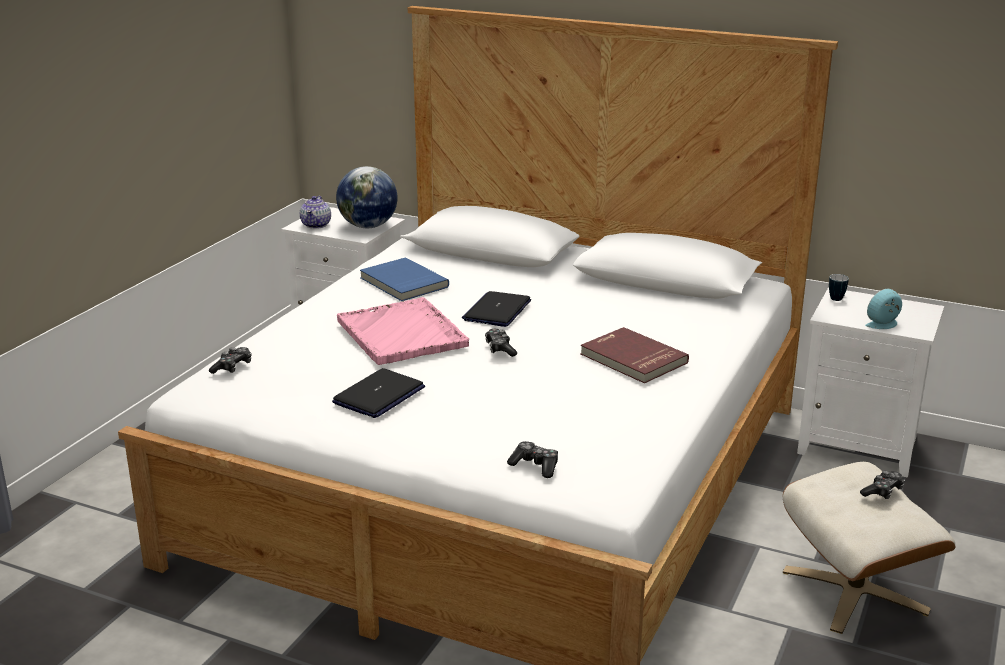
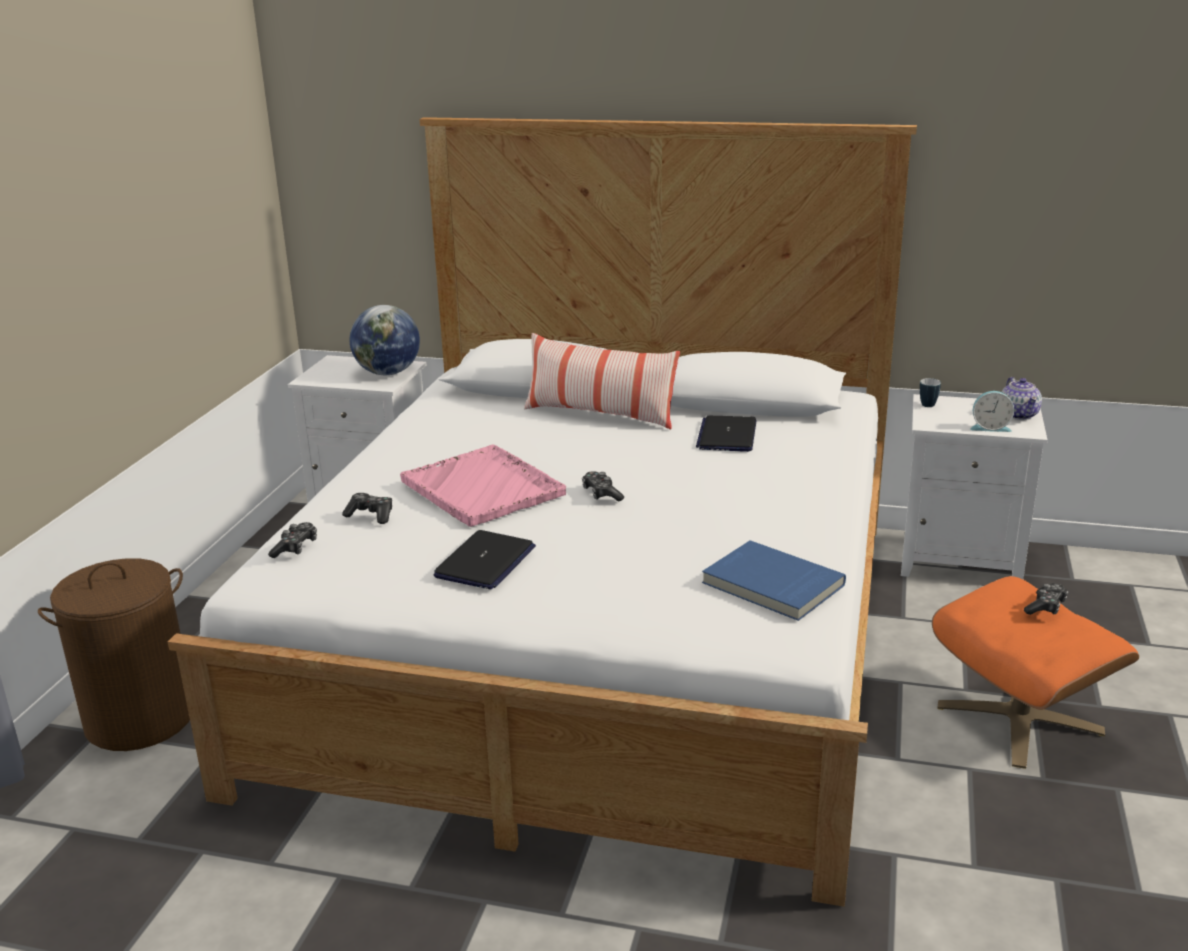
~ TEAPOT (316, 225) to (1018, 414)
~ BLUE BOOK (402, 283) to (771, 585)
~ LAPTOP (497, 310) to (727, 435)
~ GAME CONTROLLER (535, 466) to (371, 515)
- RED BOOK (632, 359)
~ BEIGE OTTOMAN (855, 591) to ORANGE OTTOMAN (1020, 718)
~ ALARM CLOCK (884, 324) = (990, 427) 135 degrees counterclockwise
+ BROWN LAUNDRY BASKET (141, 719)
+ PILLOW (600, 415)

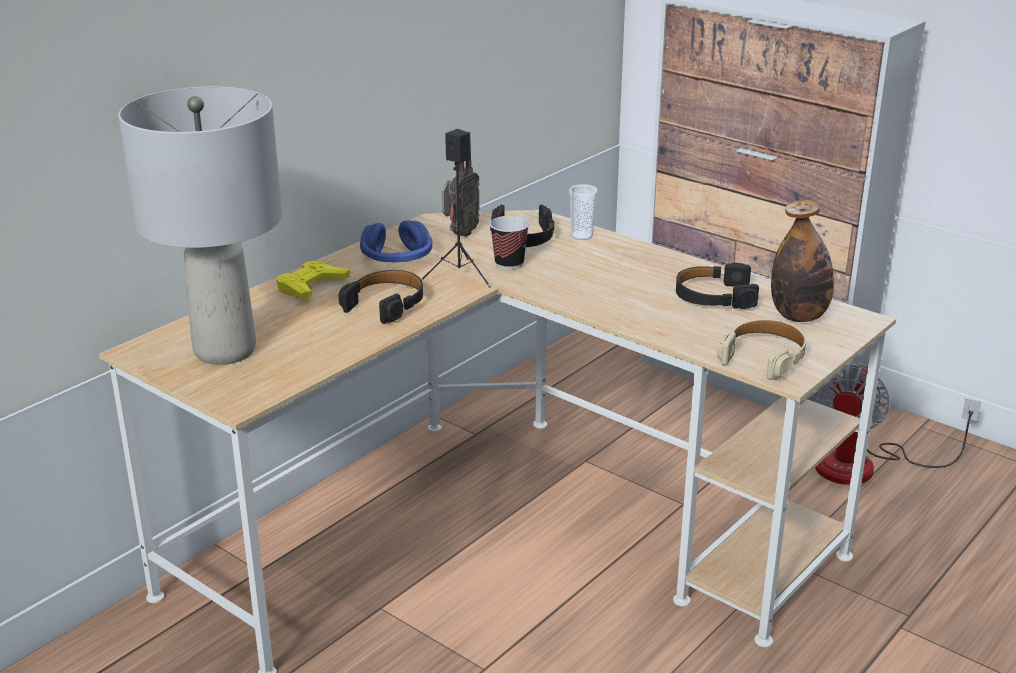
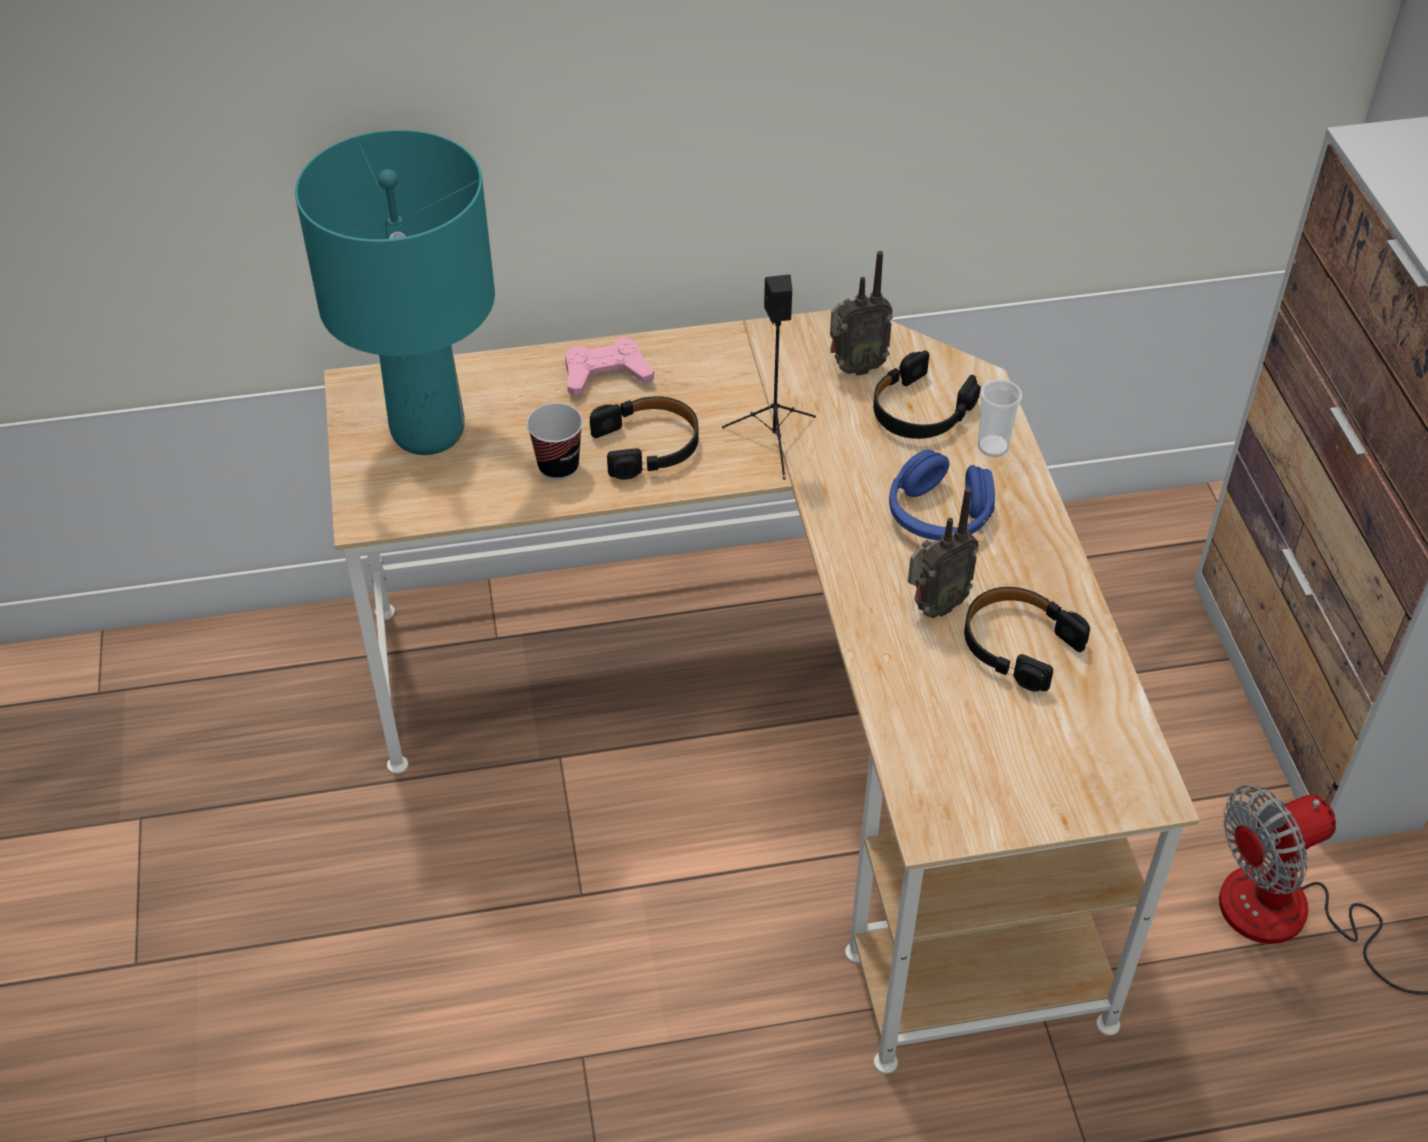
~ GREY TABLE LAMP (224, 351) to TURQUOISE TABLE LAMP (426, 431)
~ YELLOW GAME CONTROLLER (311, 286) to PINK GAME CONTROLLER (606, 374)
~ BLUE HEADPHONES (397, 258) to (938, 515)
~ CUP (509, 263) to (558, 467)
- BEIGE HEADPHONES (764, 357)
- BOTTLE (799, 316)
+ RADIO (934, 607)

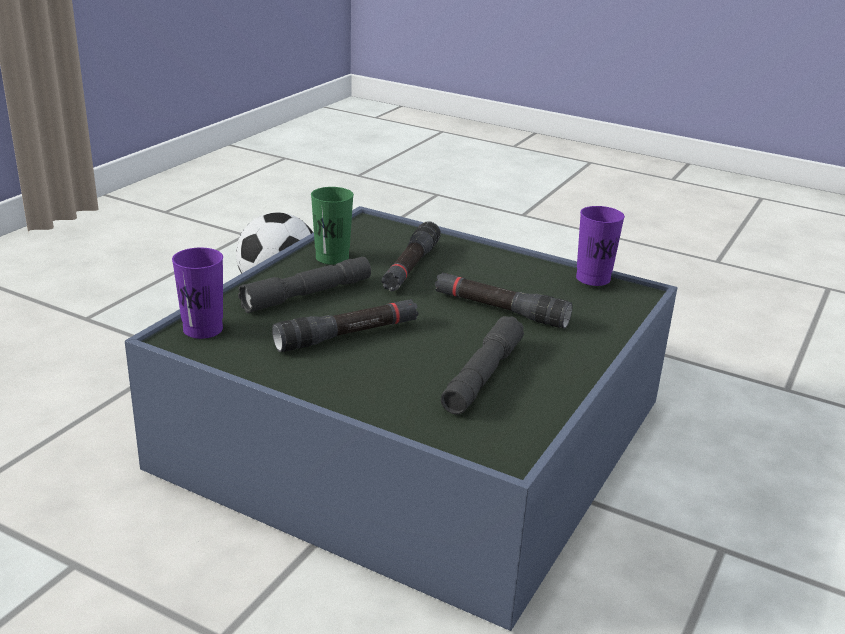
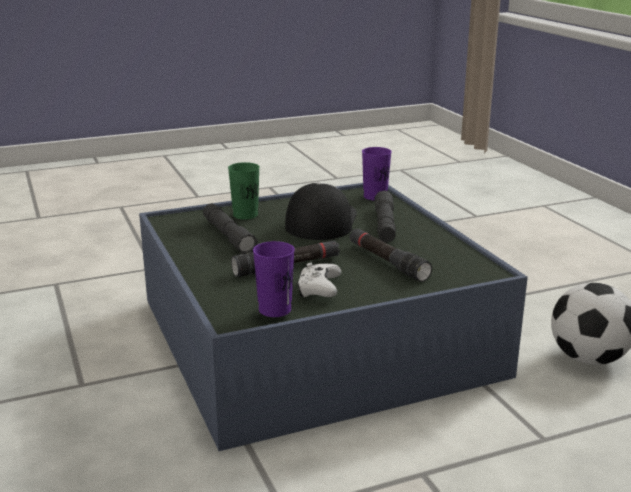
~ BLACK FLASHLIGHT (347, 335) to CAP (320, 221)
~ GREEN CUP (332, 257) to (245, 215)
+ WHITE GAME CONTROLLER (318, 290)

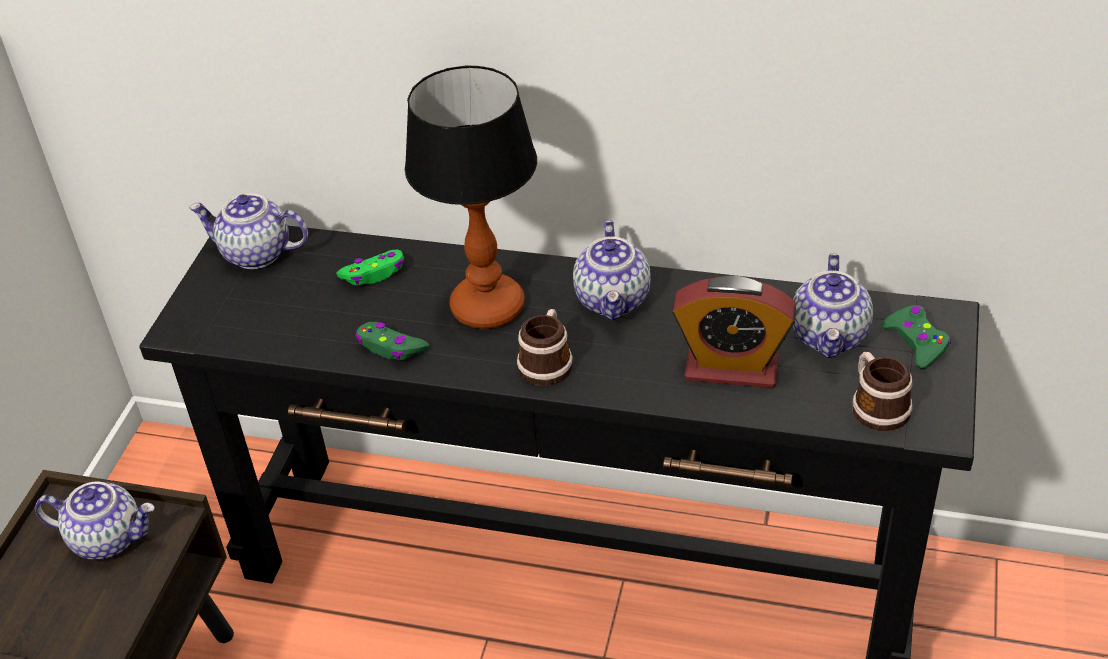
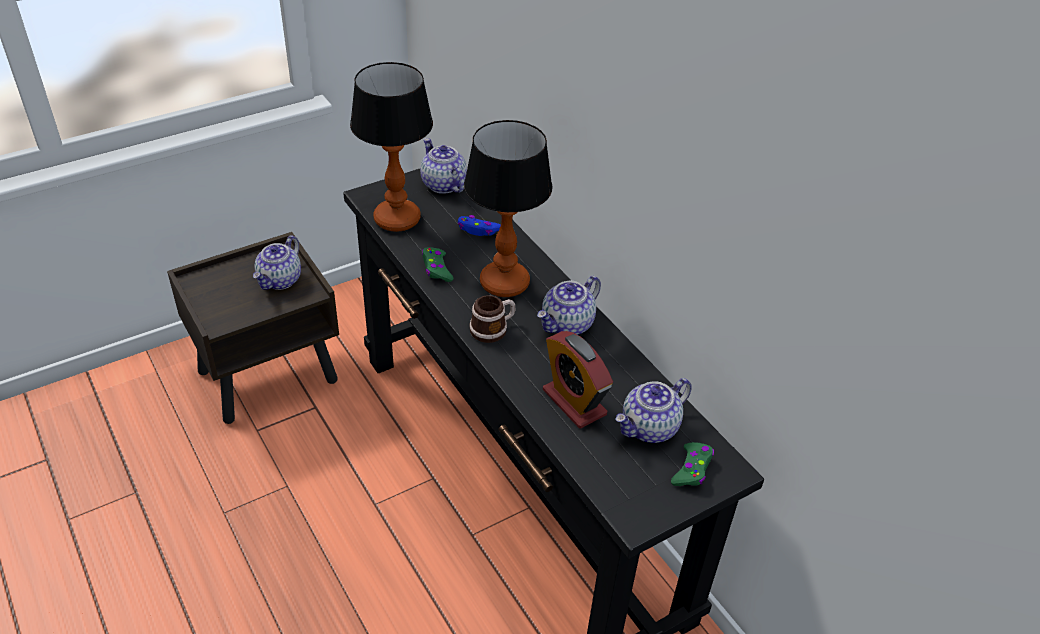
~ TEAPOT (108, 538) = (280, 280) 60 degrees clockwise
~ GREEN GAME CONTROLLER (374, 274) to BLUE GAME CONTROLLER (478, 230)
- MUG (876, 406)
+ TABLE LAMP (397, 219)

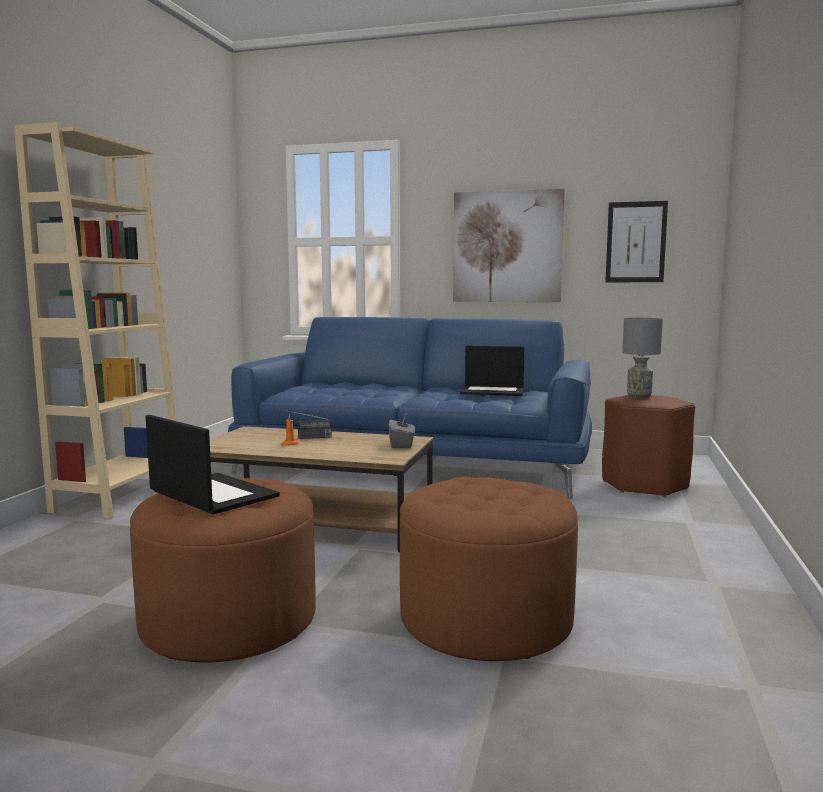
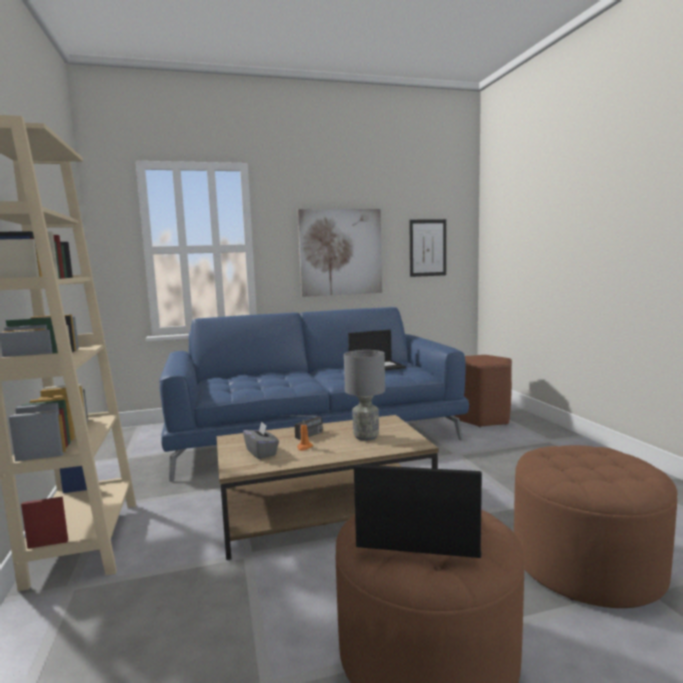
~ GREY TISSUE BOX (401, 444) to (262, 452)
~ GREY TABLE LAMP (639, 396) to (366, 436)

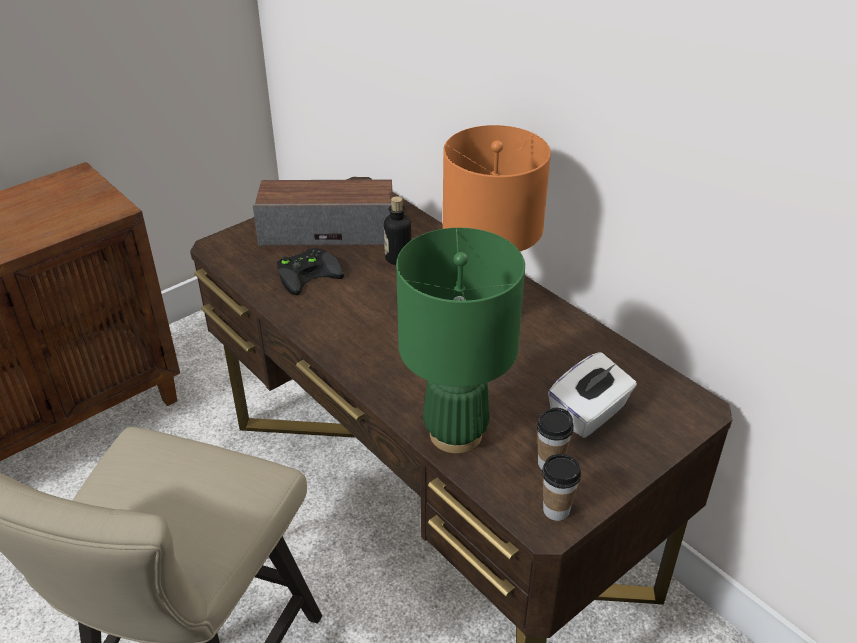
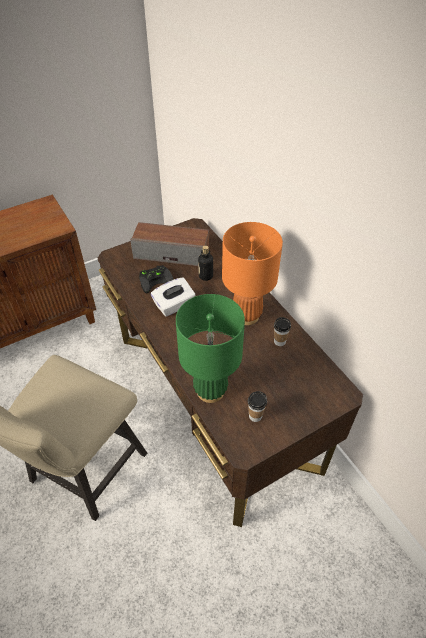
~ CUP (556, 510) to (279, 341)
~ WHITE TISSUE BOX (589, 414) to (174, 305)

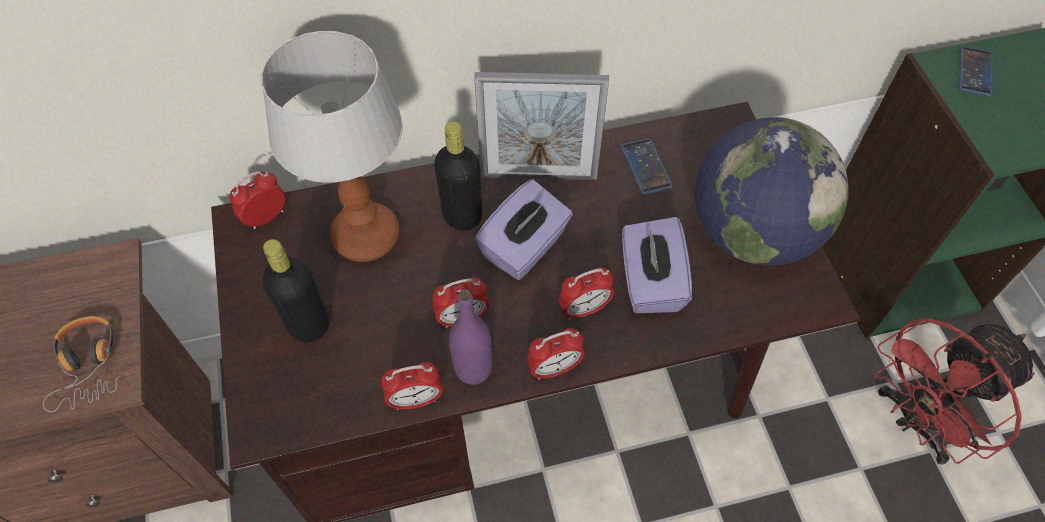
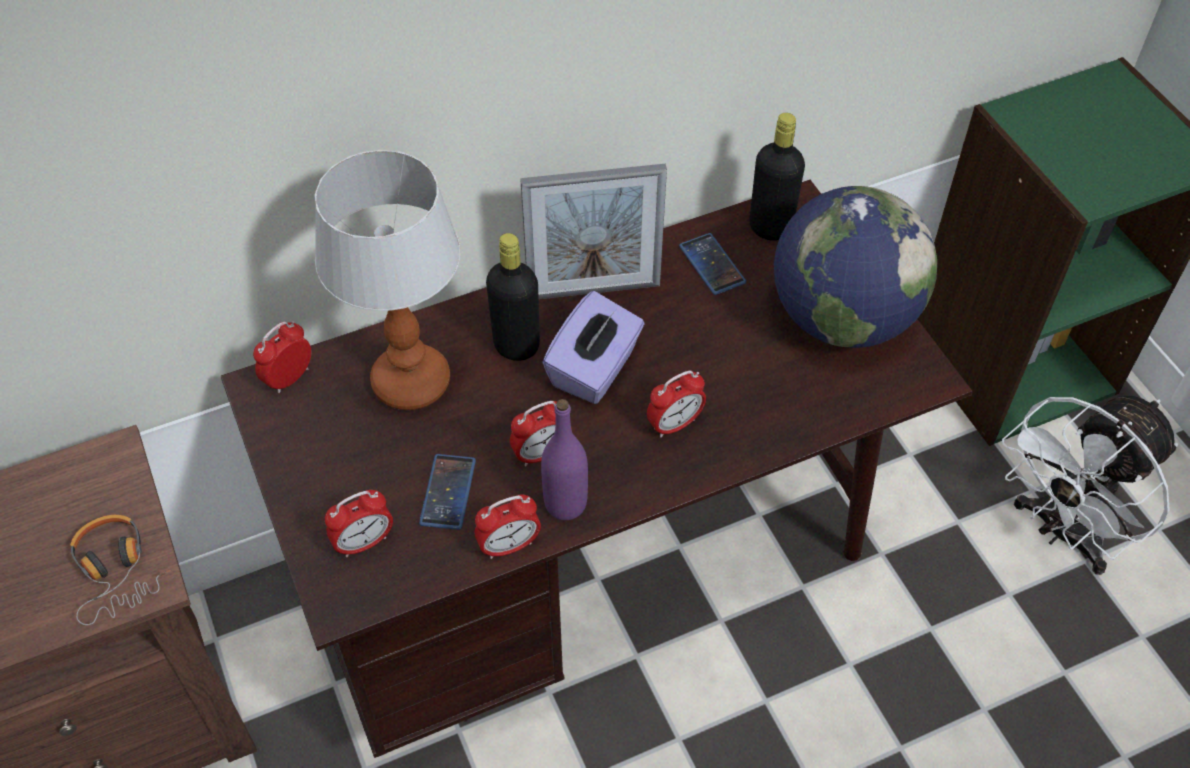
~ BLACK BOTTLE (308, 325) to (770, 227)
~ ALARM CLOCK (554, 368) to (364, 542)
- PURPLE TISSUE BOX (650, 282)
~ RED FAN (915, 422) to WHITE FAN (1062, 532)
~ PHONE (975, 72) to (448, 492)

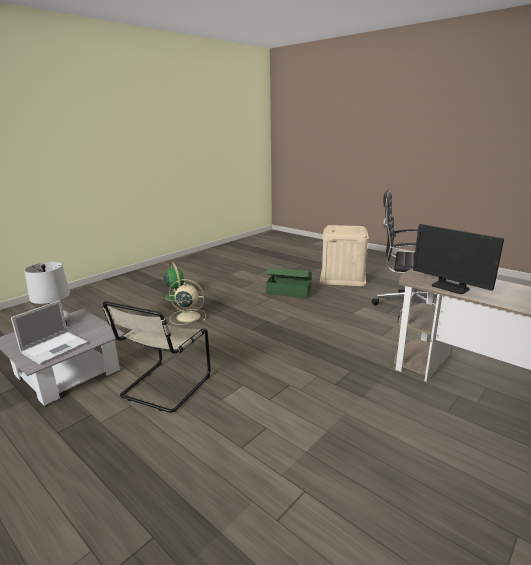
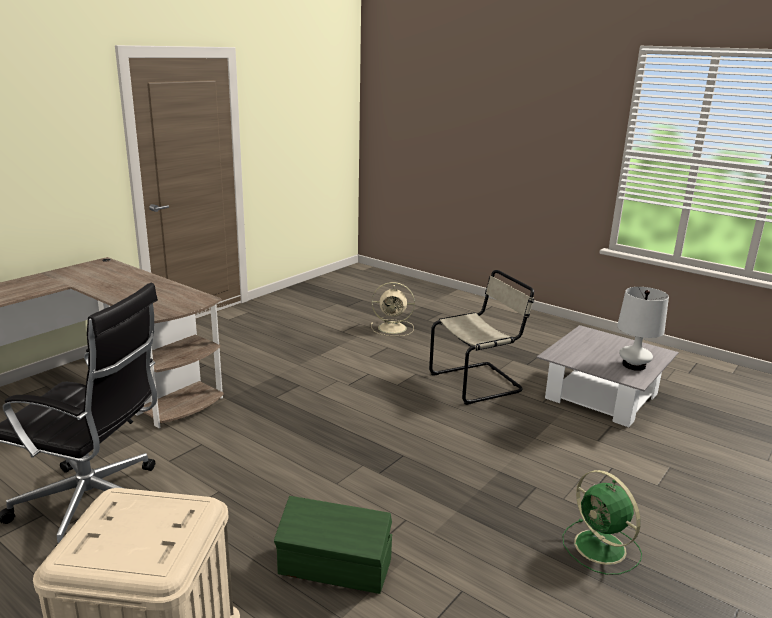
- LAPTOP (55, 347)
~ BEIGE CHAIR (164, 388) = (478, 382) 45 degrees clockwise
~ BEIGE FAN (187, 317) to (393, 328)
- MONITOR (450, 287)

